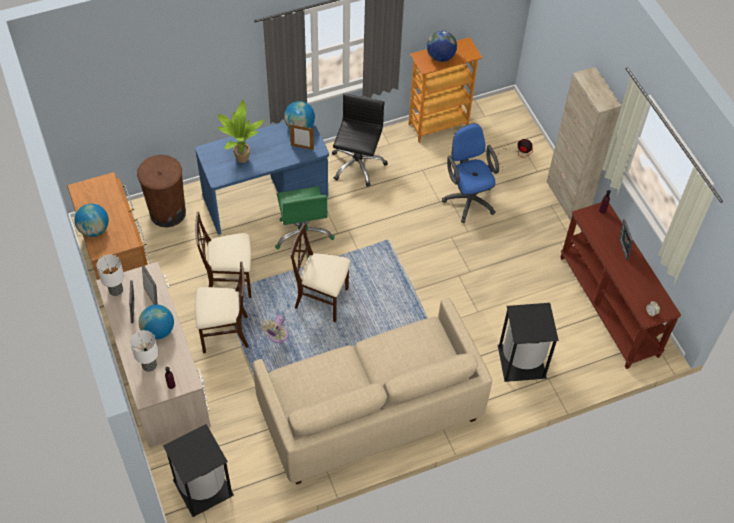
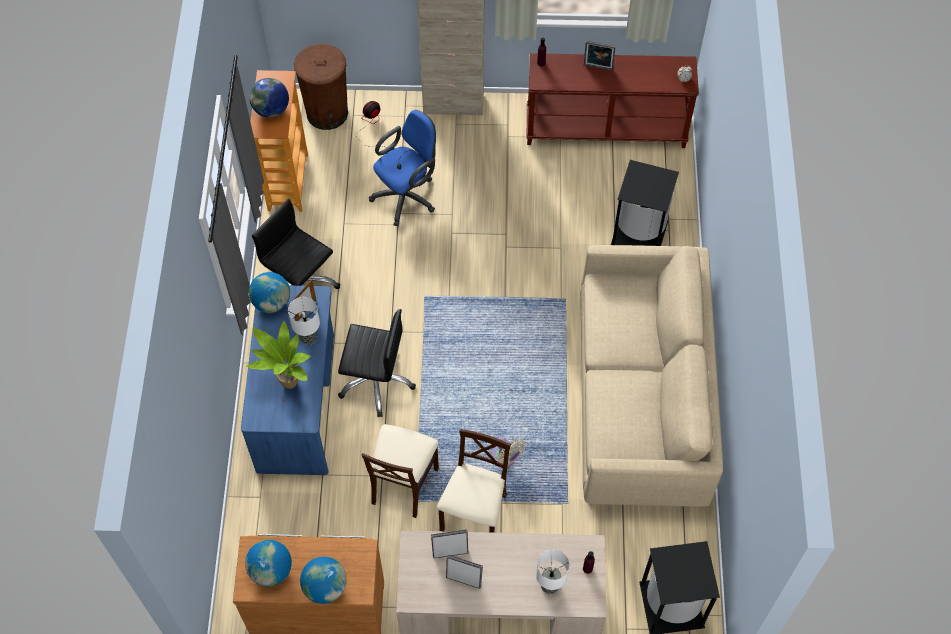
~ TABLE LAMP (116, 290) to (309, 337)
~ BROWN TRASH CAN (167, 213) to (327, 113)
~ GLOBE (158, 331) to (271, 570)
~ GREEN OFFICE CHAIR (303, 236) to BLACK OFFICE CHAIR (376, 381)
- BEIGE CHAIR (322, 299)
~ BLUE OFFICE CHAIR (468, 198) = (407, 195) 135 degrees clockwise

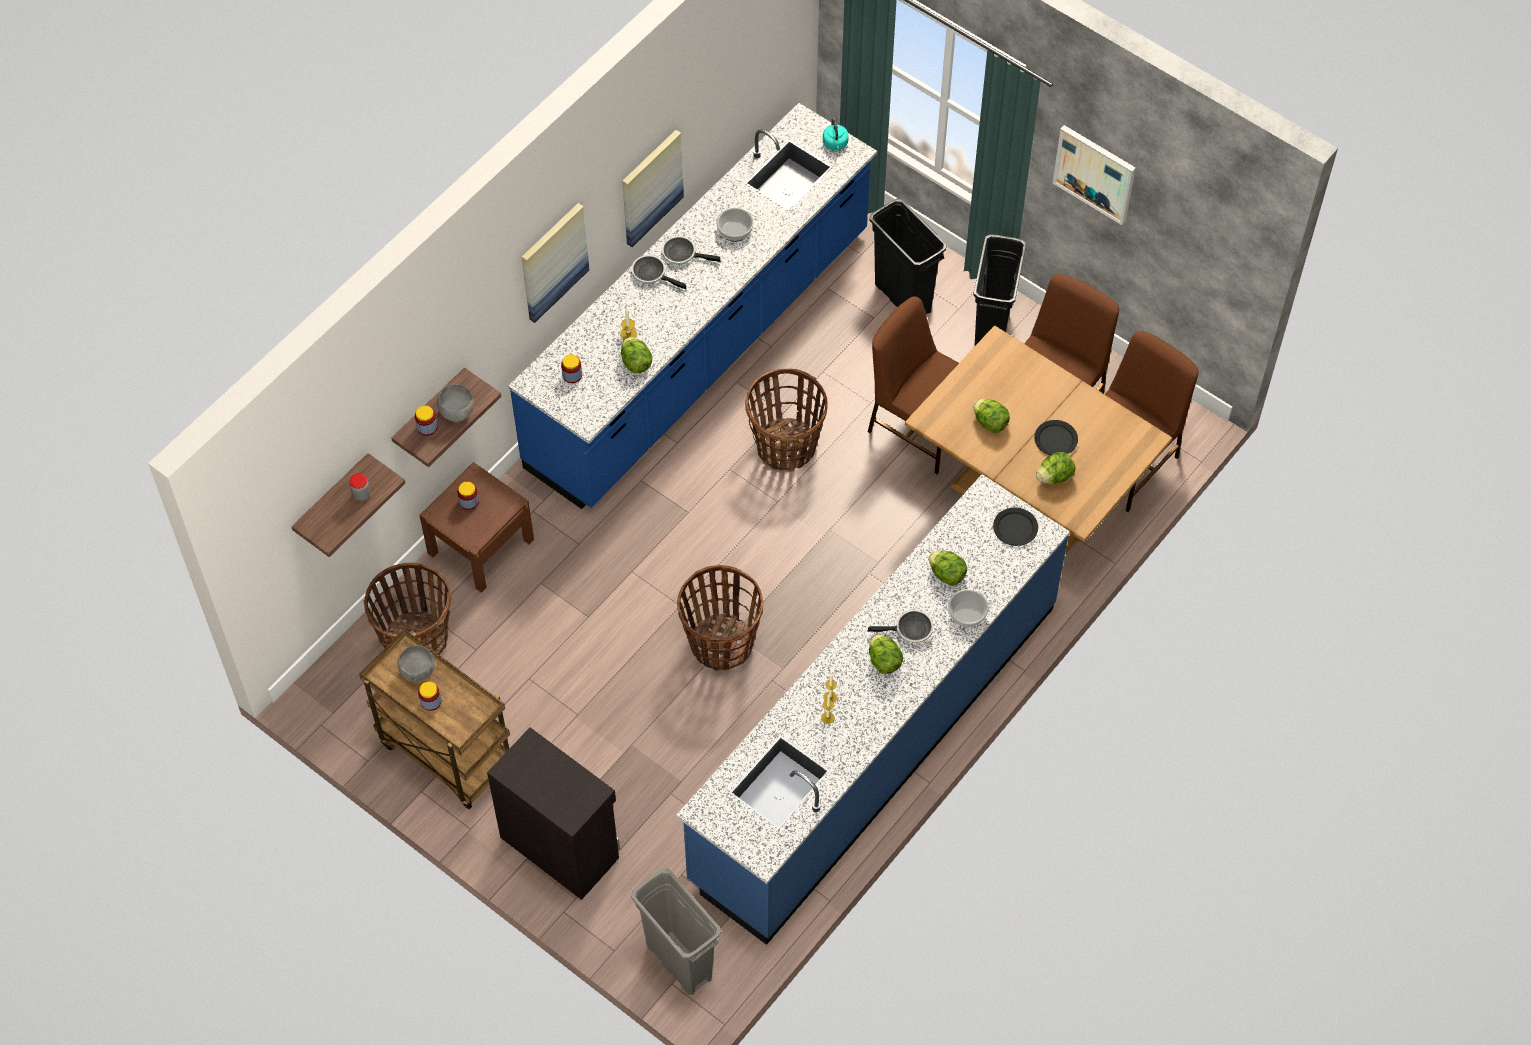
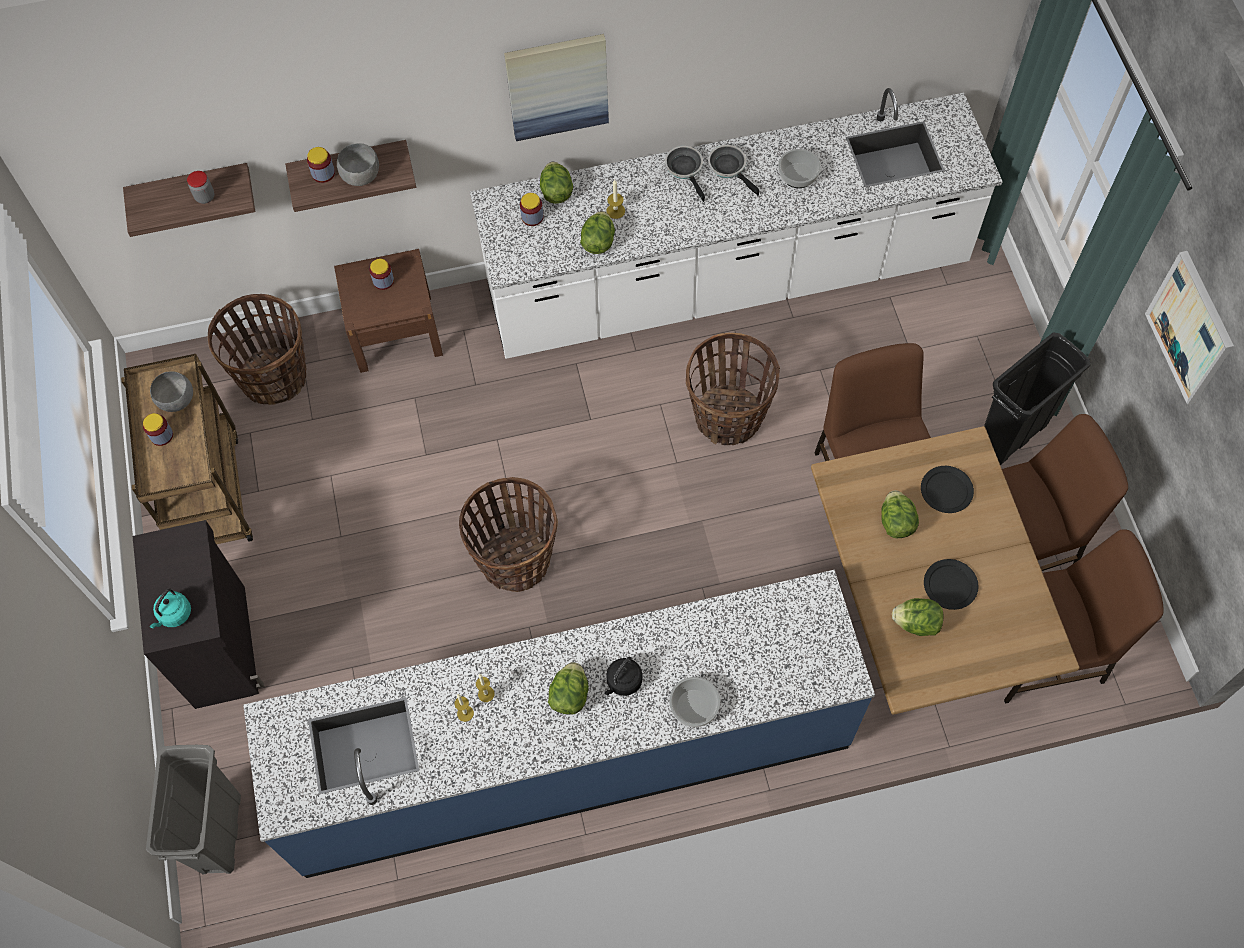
~ BLUE COUNTER (701, 350) to WHITE COUNTER (727, 281)
- PICTURE (651, 187)
~ TURQUOISE KETTLE (835, 144) to (174, 615)
~ FRYING PAN (910, 630) to BLACK KETTLE (623, 682)
- BLACK TRASH CAN (903, 298)
~ LETTUCE (947, 574) to (556, 192)
~ BLACK PLATE (1015, 527) to (946, 490)

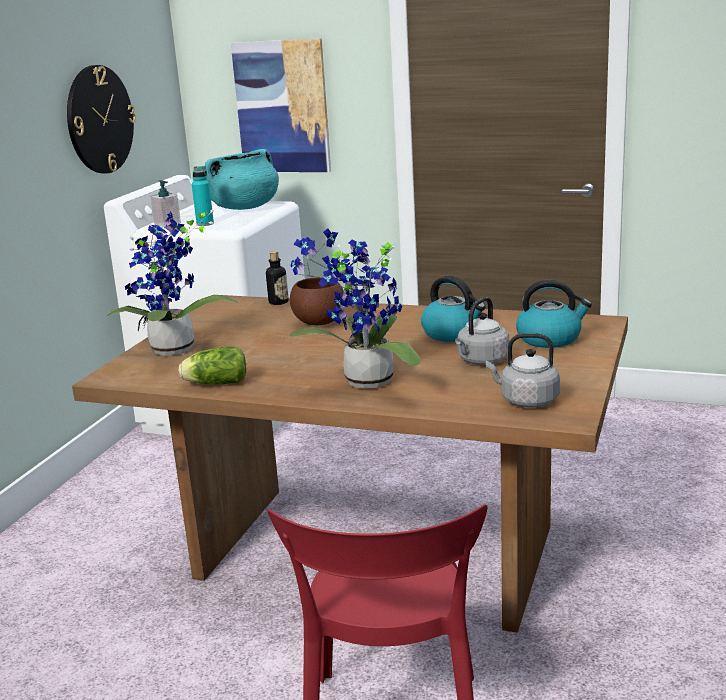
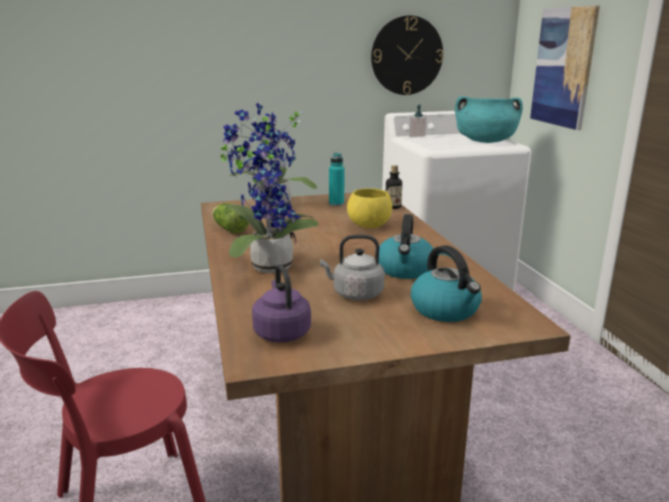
~ TURQUOISE BOTTLE (205, 224) to (336, 204)
~ BROWN BOWL (319, 322) to YELLOW BOWL (370, 226)
~ GREY KETTLE (526, 401) to PURPLE KETTLE (281, 332)

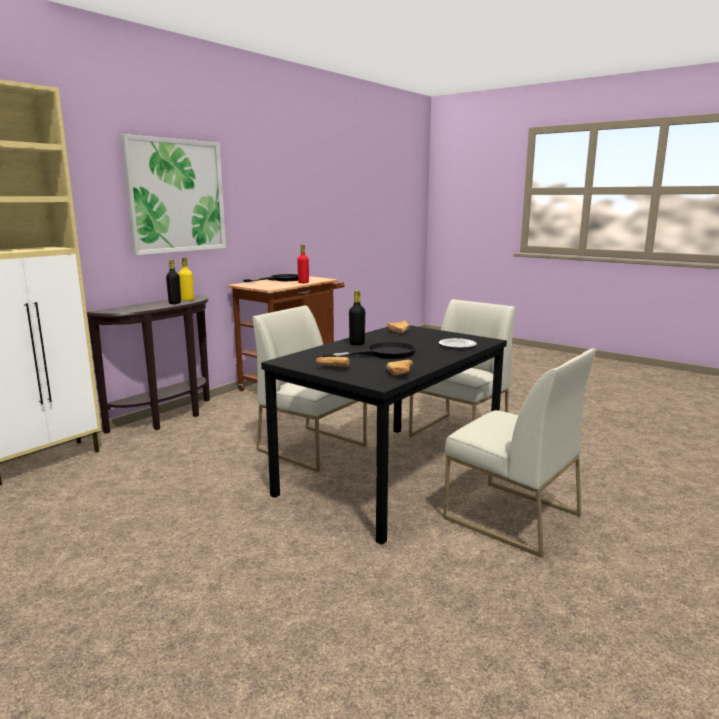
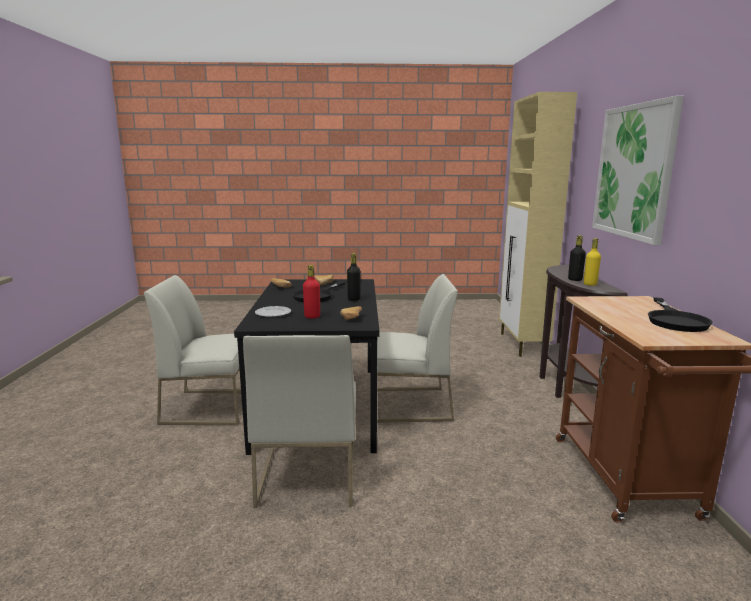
~ RED BOTTLE (303, 282) to (312, 316)

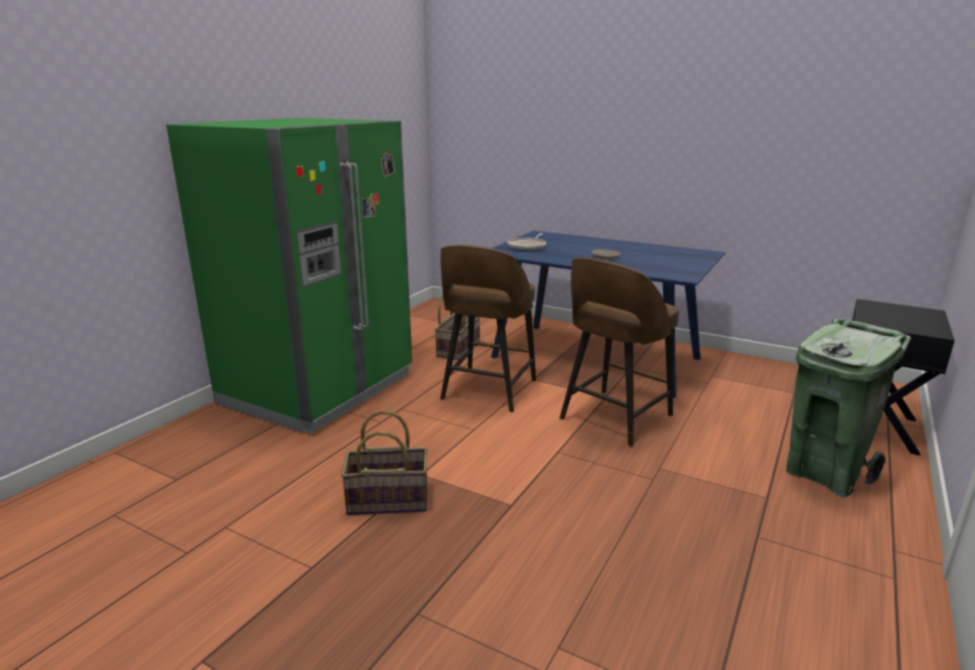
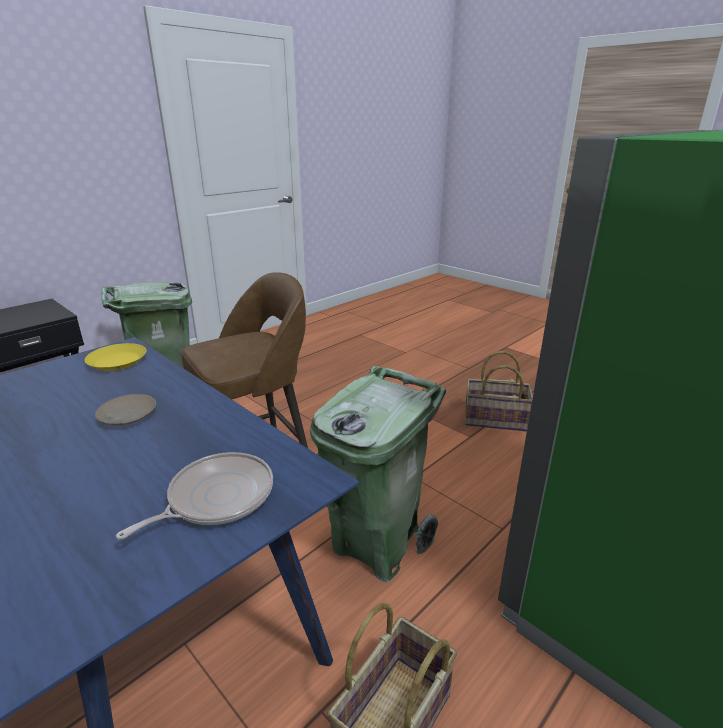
~ BROWN STOOL (487, 391) to GREEN TRASH CAN (377, 544)
+ YELLOW PLATE (117, 361)

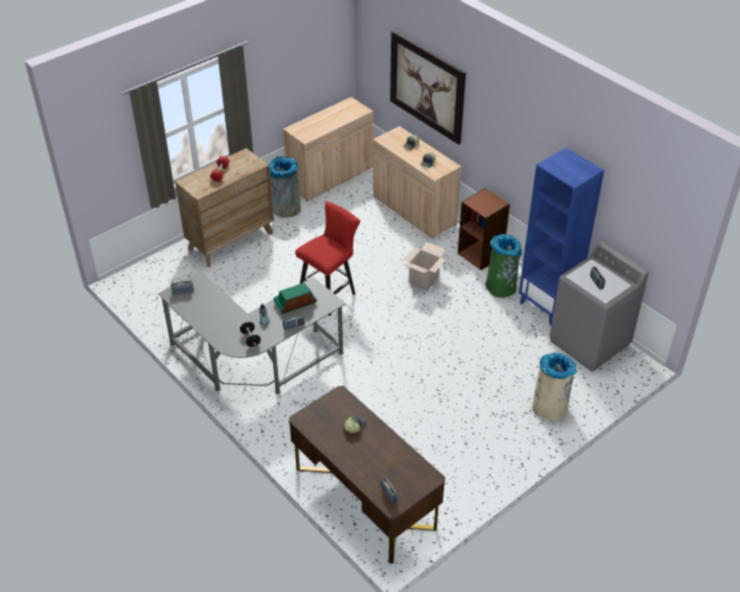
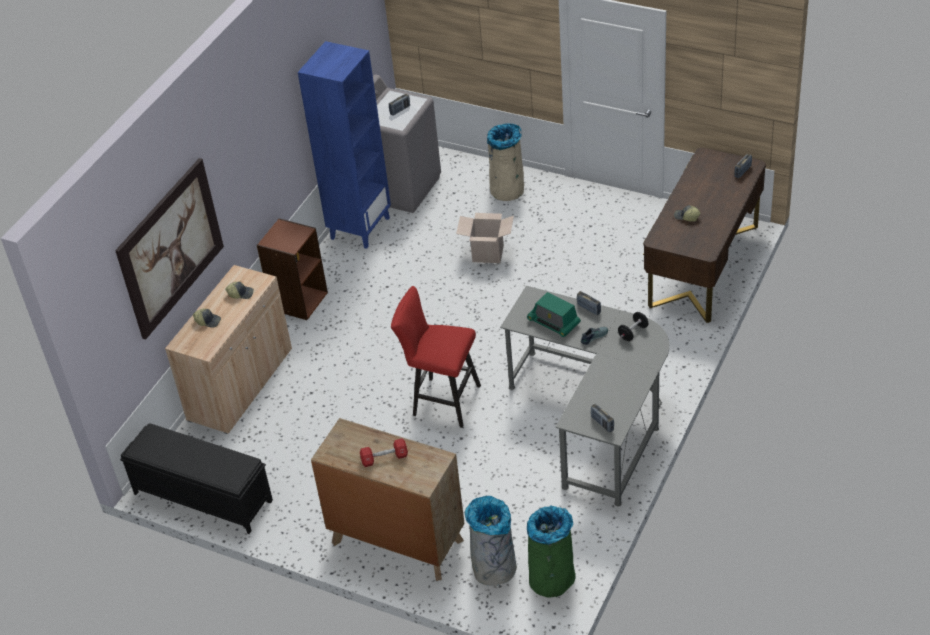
~ GREY TRASH CAN (286, 209) to (493, 568)
~ BEIGE CABINET (330, 177) to BLACK BENCH (202, 497)
~ CARDBOARD BOX (423, 280) to (488, 253)
~ GREEN TRASH CAN (501, 288) to (552, 578)

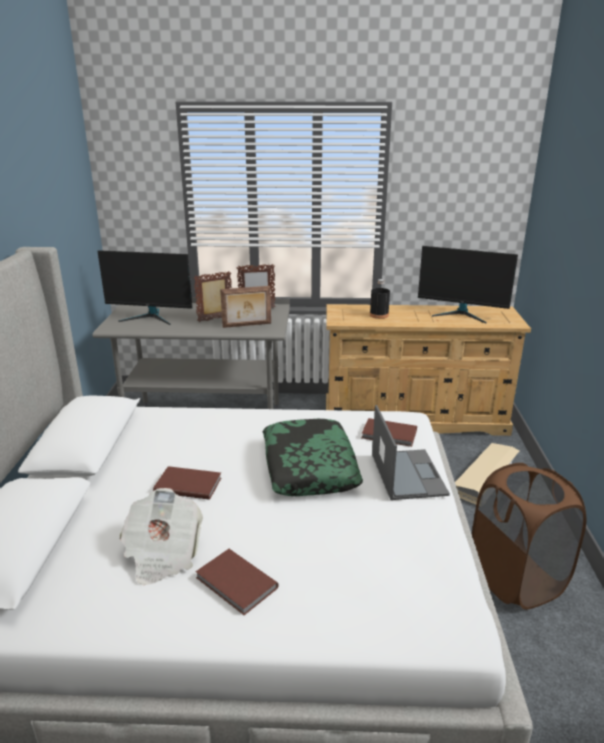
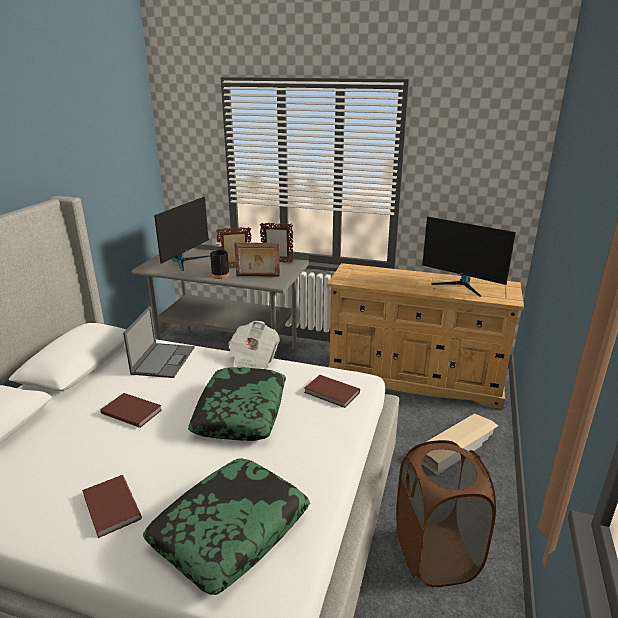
~ MONITOR (151, 317) = (185, 261) 90 degrees counterclockwise
~ NEWSPAPER (162, 553) to (252, 360)
~ BLACK BOTTLE (379, 315) to (220, 275)
~ LAPTOP (407, 473) to (163, 360)
+ PILLOW (230, 530)

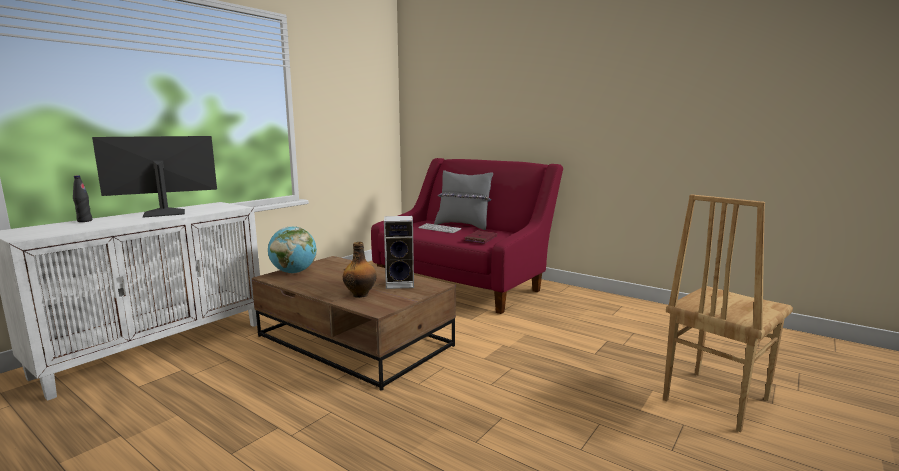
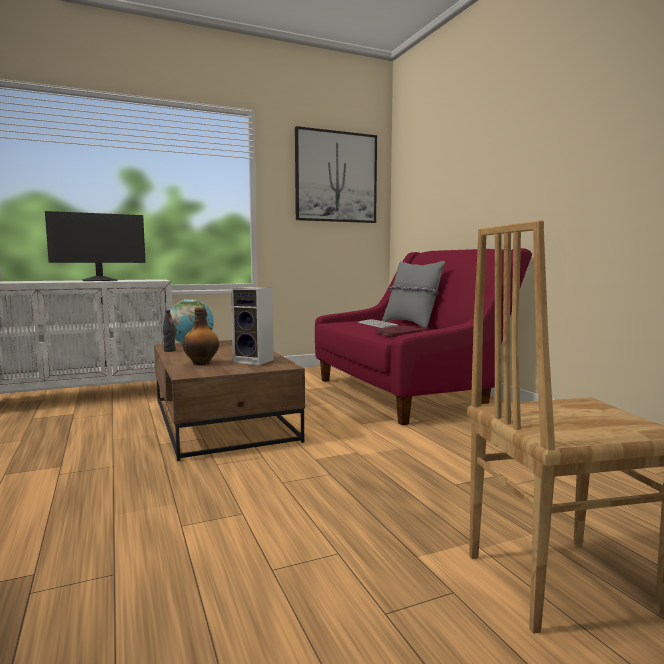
~ BLACK BOTTLE (84, 221) to (169, 350)
~ MONITOR (164, 213) = (100, 280) 150 degrees clockwise
+ PICTURE (336, 177)

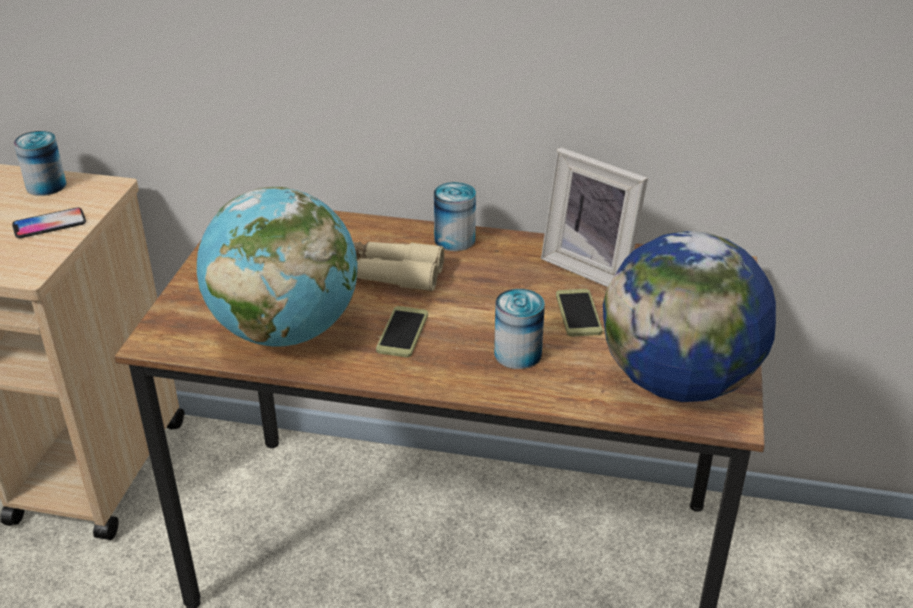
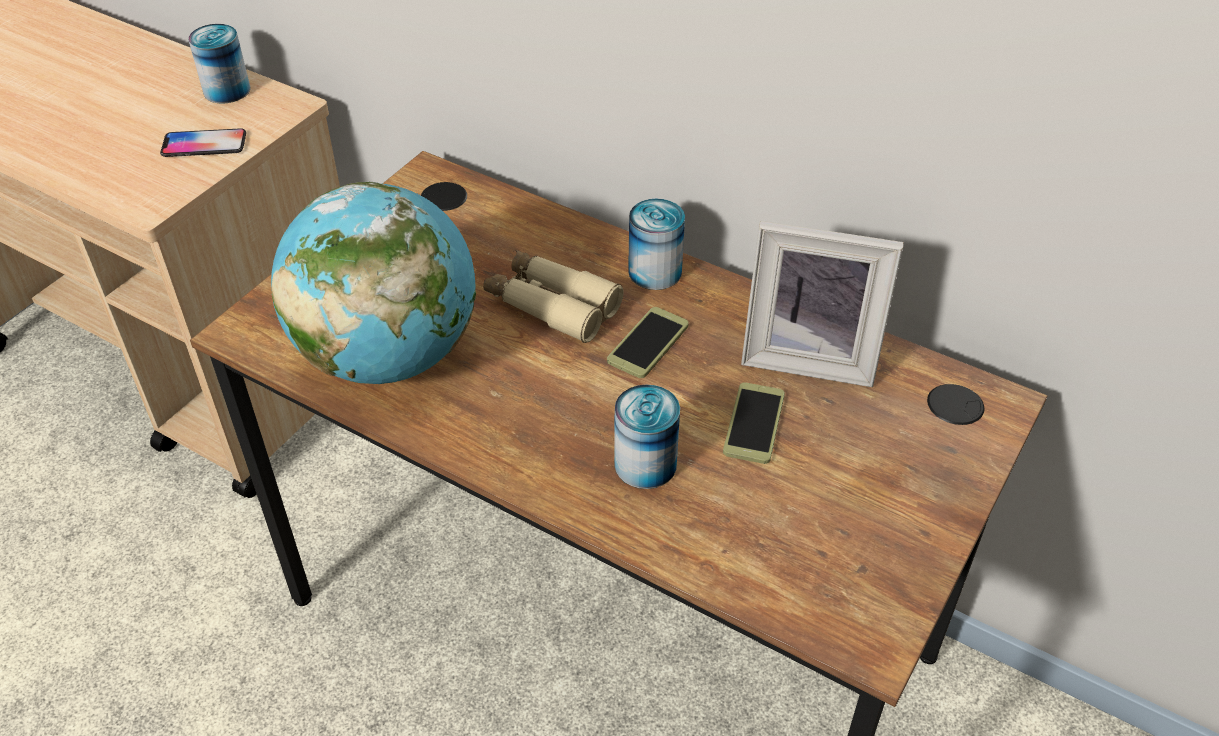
~ PHONE (402, 332) to (648, 343)
~ PICTURE FRAME (592, 267) = (809, 356) 45 degrees counterclockwise
- GLOBE (678, 382)

